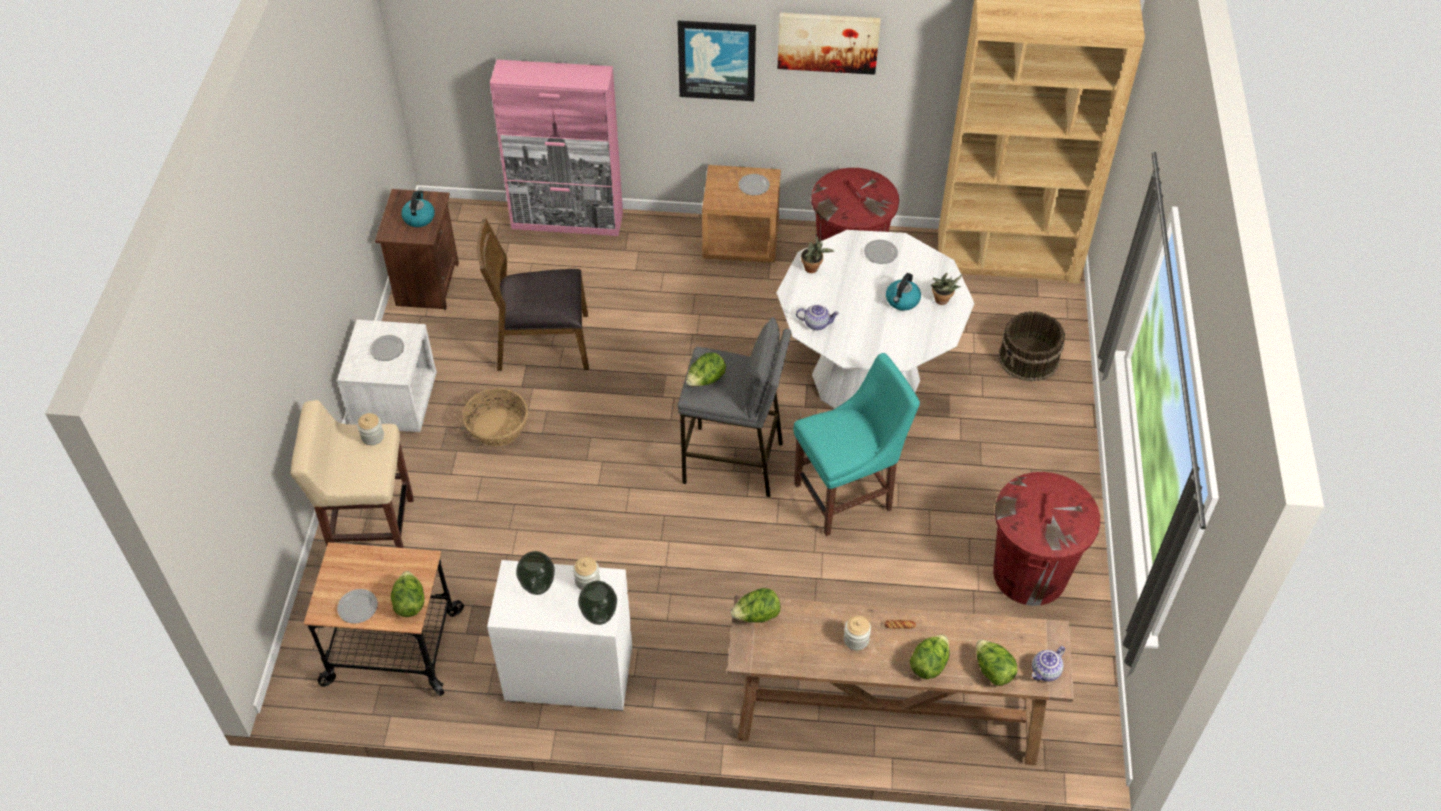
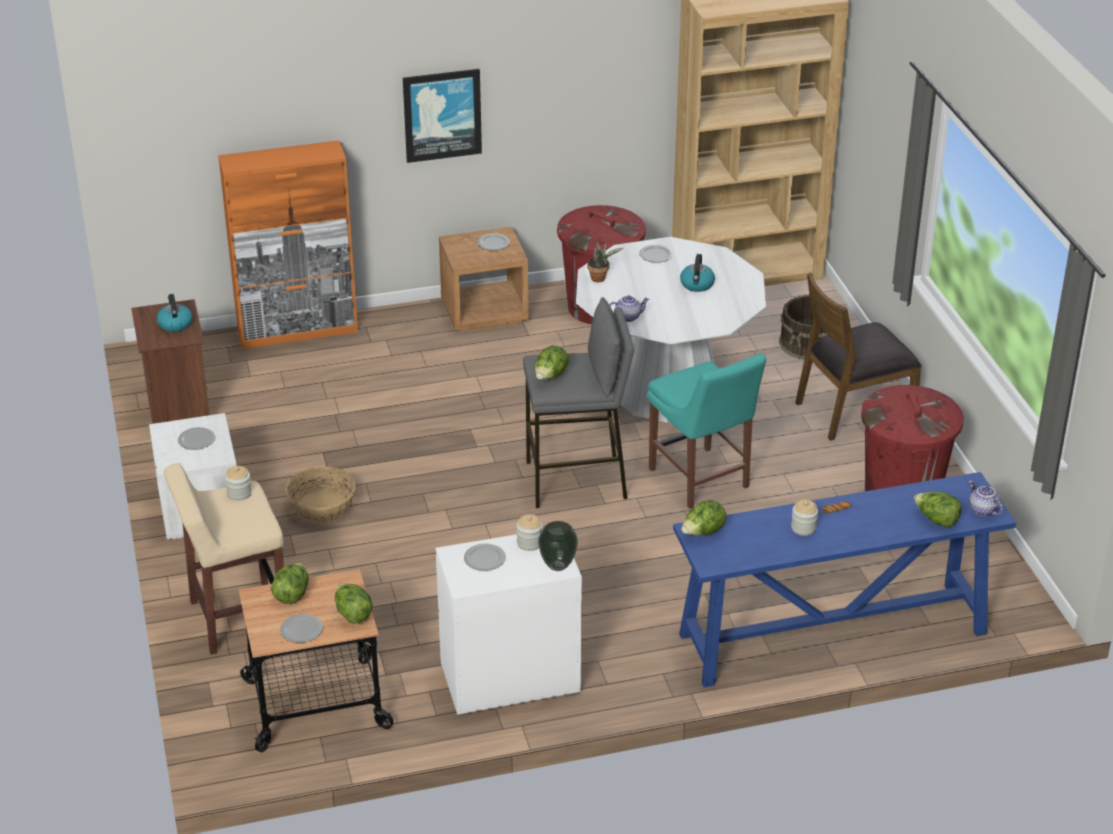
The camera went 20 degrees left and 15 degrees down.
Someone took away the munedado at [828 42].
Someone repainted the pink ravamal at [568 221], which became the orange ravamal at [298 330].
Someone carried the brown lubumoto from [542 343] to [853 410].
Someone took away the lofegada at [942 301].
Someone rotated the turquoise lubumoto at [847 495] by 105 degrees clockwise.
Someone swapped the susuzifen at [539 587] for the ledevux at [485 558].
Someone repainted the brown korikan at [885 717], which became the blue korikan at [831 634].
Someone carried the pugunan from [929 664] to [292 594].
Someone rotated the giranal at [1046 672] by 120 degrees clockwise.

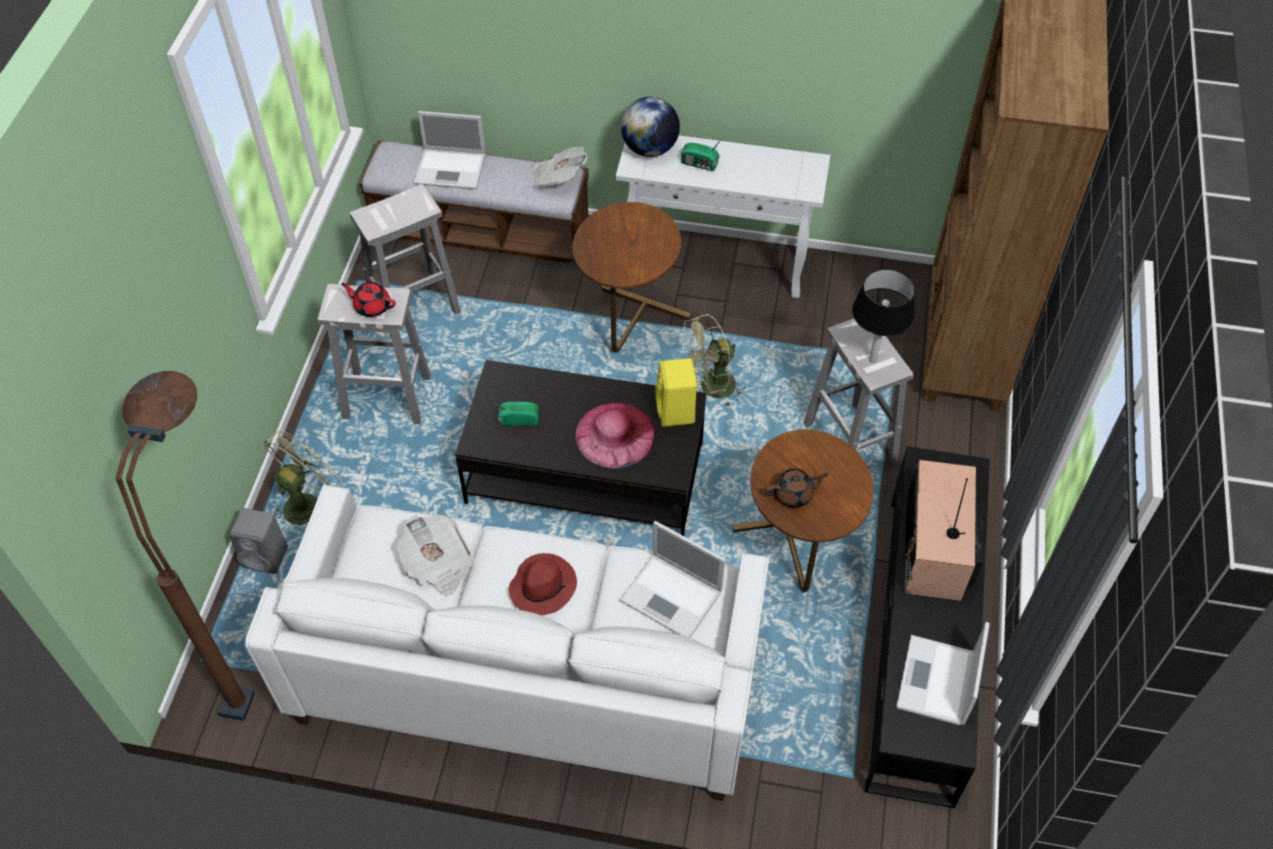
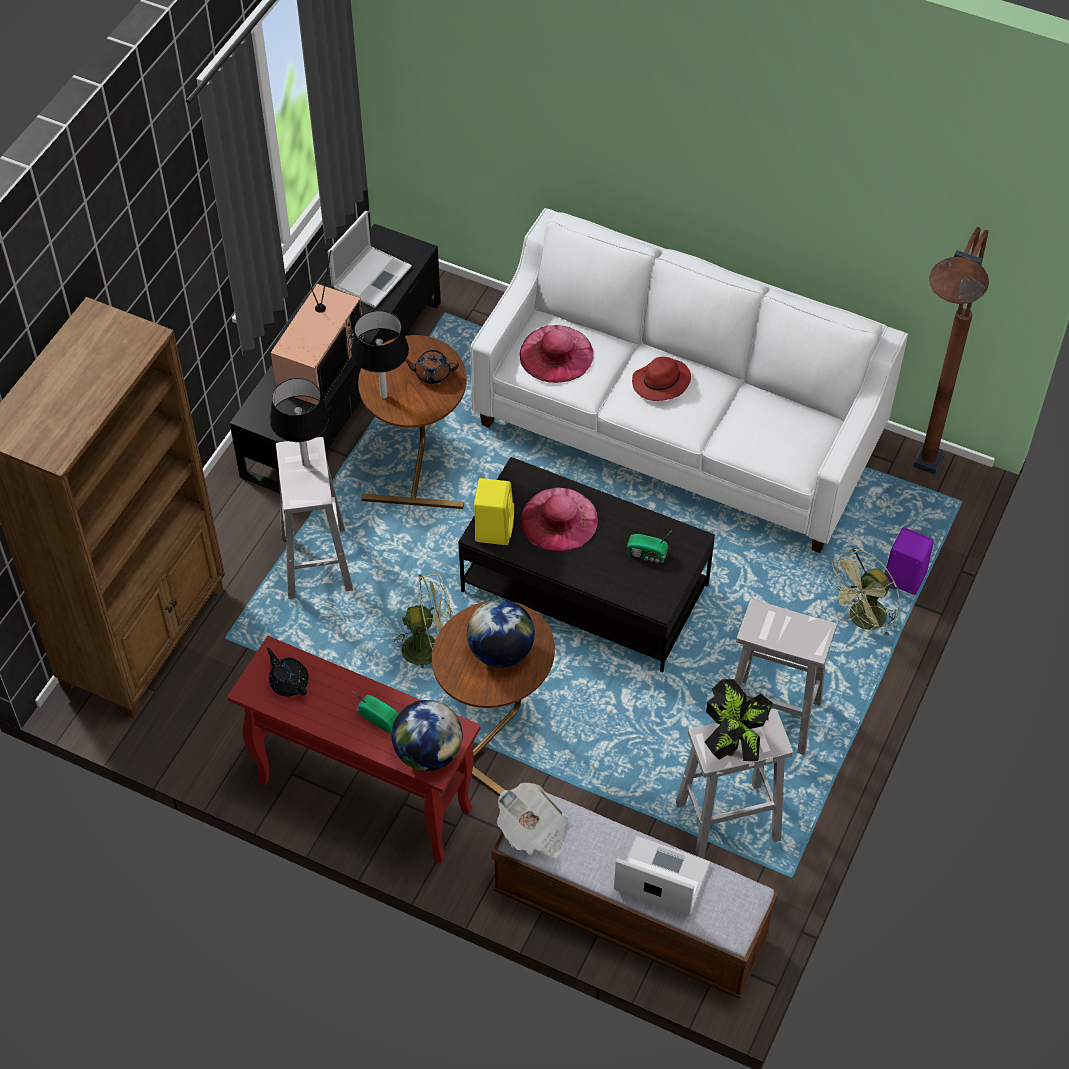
The camera went 165 degrees left and 0 degrees up.
Someone repainted the white korikan at [718 266], which became the red korikan at [362 796].
Someone took away the red giranal at [371 306].
Someone repainted the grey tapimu at [267 557], which became the purple tapimu at [902 577].
Someone took away the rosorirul at [438 564].
Someone swapped the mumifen at [673 596] for the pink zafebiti at [556 354].
Someone put down the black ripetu at [384 396].
Someone put down the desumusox at [501 651].
Someone put down the black giranal at [289 682].
Someone put down the lofegada at [735 743].

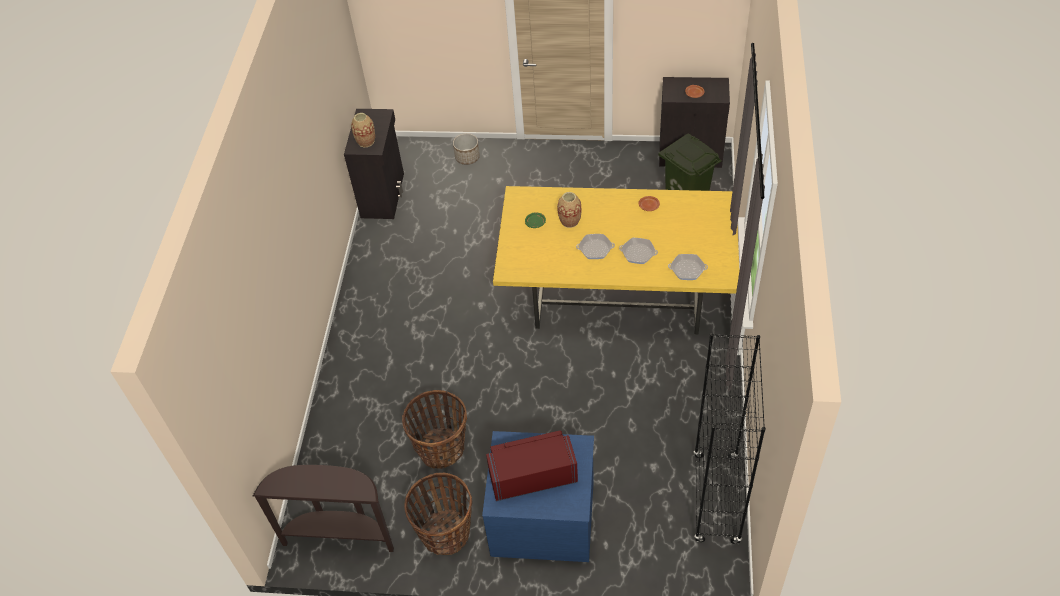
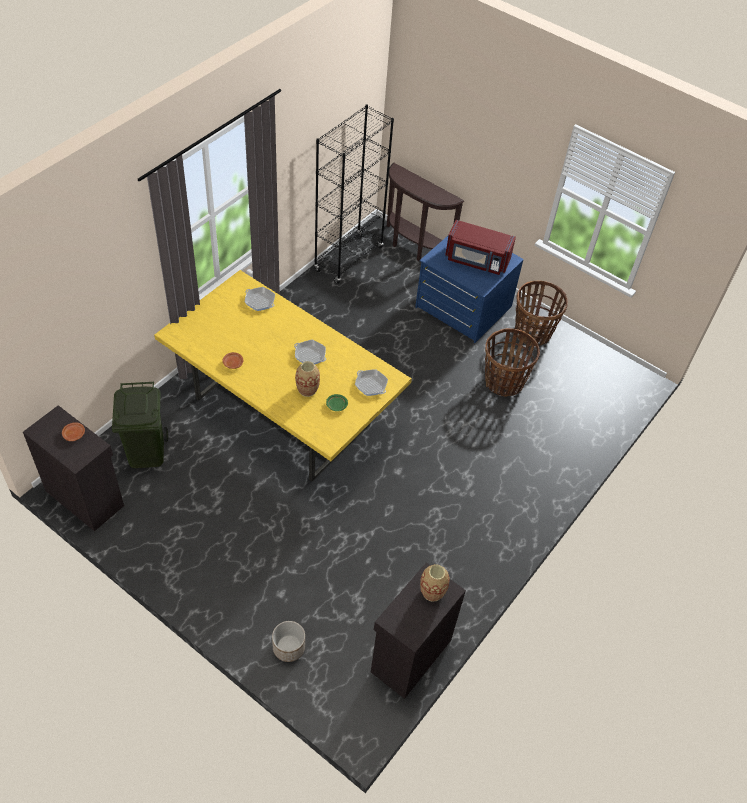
The camera went 155 degrees left and 0 degrees up.
Someone carried the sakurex from [638 253] to [371 385].
Someone carried the brown korikan from [340 535] to [413 247].

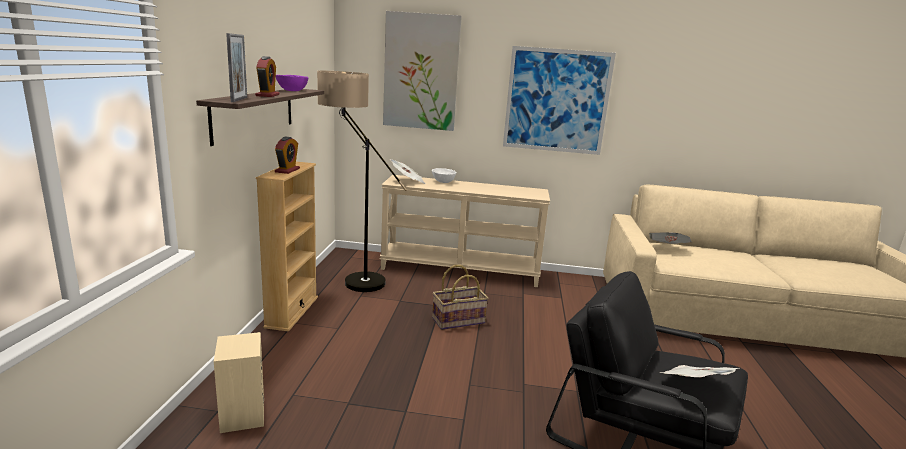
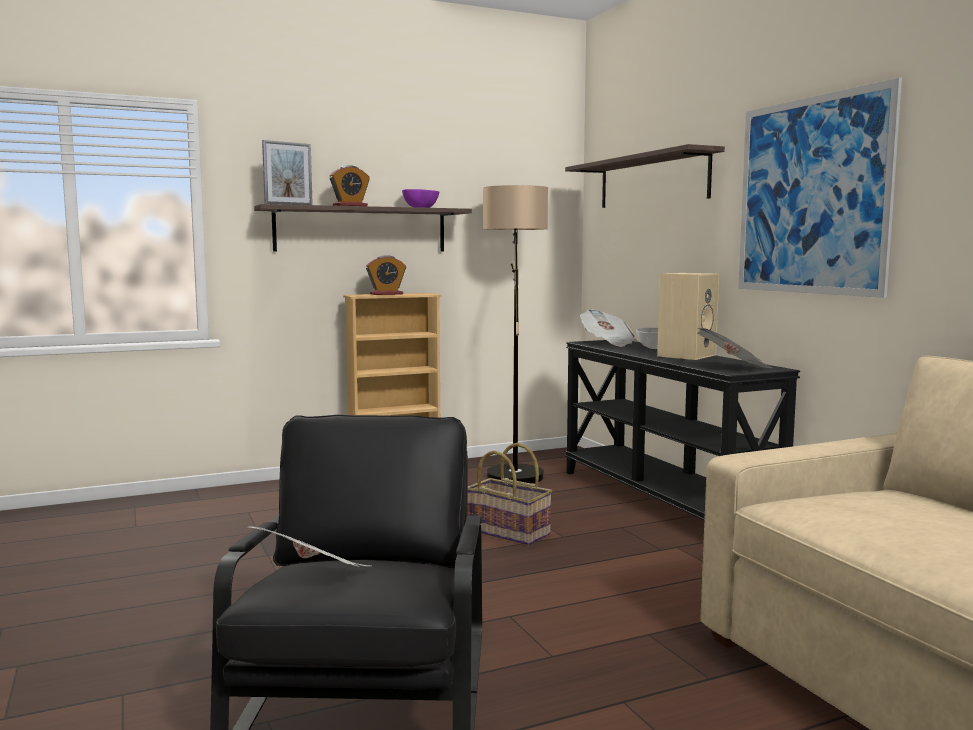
The camera went 60 degrees right and 10 degrees down.
Someone swapped the munedado at [421 72] for the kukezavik at [652 181].
Someone repainted the beige korikan at [460 269], which became the black korikan at [665 501].
Someone carried the rosorirul from [667 249] to [733 368].
Someone carried the beige tapimu from [241 414] to [686 355].

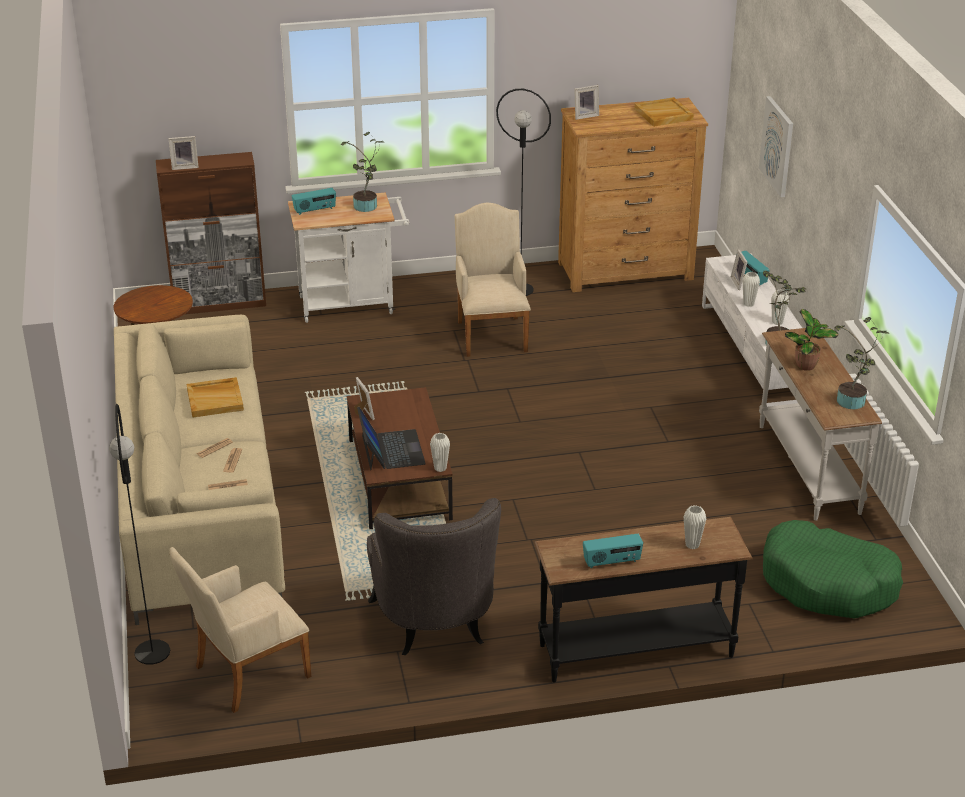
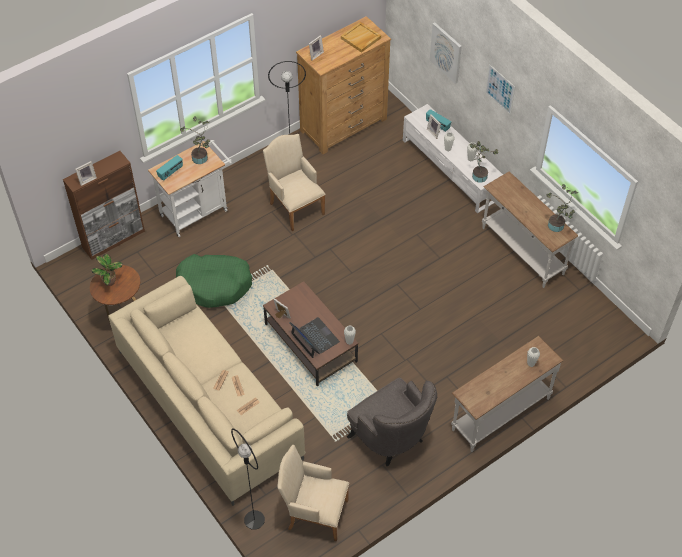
The camera went 25 degrees left and 20 degrees up.
Someone carried the lofegada from [807 366] to [110 281].
Someone took away the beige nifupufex at [215 399].
Someone repainted the black korikan at [635 649], which became the white korikan at [500 413].
Someone carried the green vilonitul from [828 583] to [214 285].
Someone took away the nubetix at [612 562].
Someone rotated the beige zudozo at [246 674] by 75 degrees clockwise.
Someone put up the munedado at [500 89].

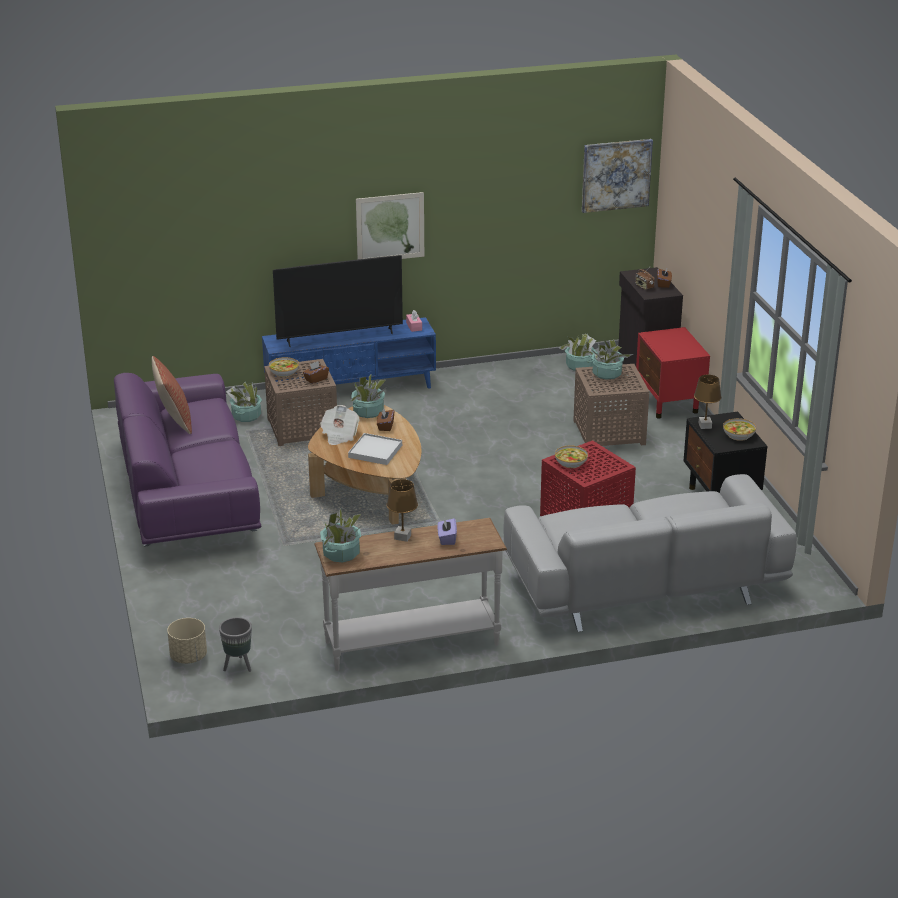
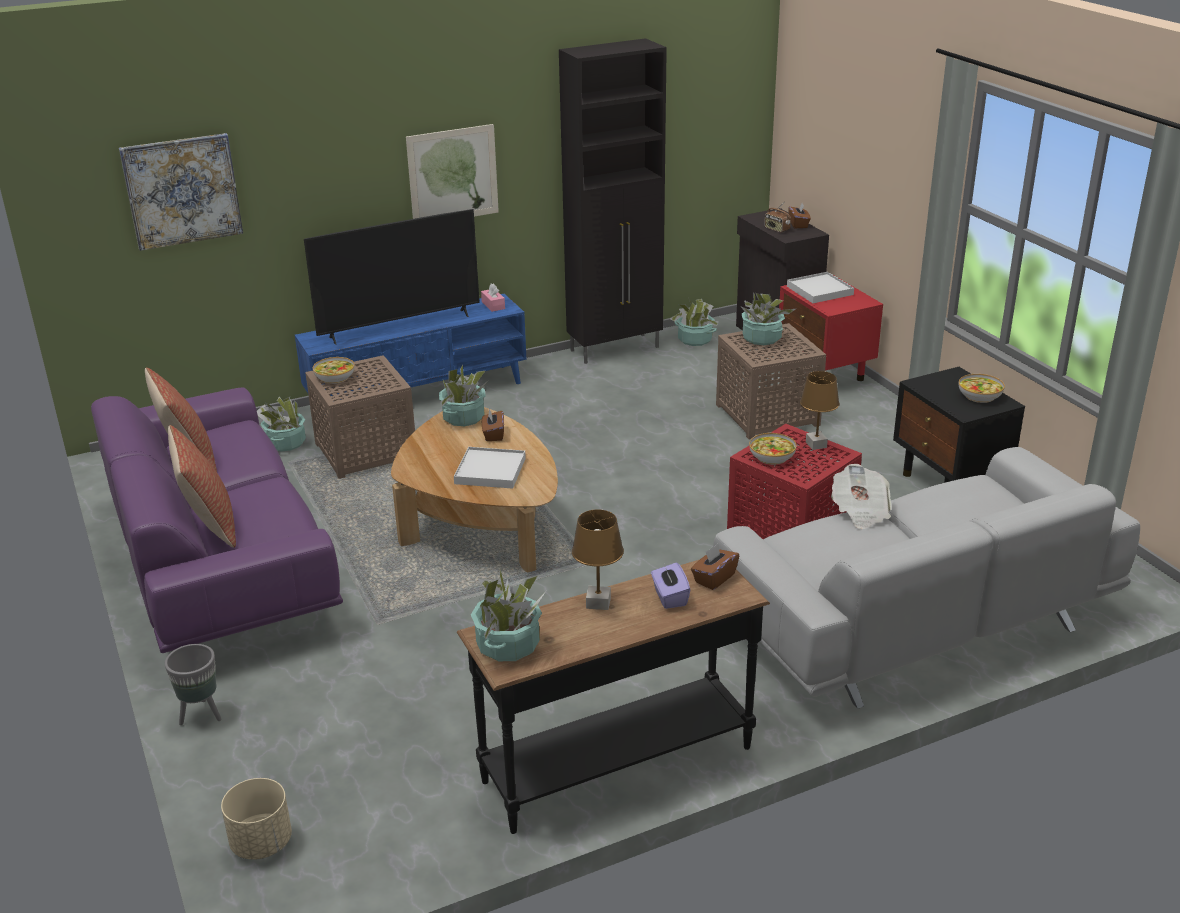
The camera went 10 degrees left and 0 degrees up.
Someone carried the munedado from [616 175] to [182 191].
Someone carried the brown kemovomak from [316 379] to [714 578].
Someone carried the brown ripetu from [704 425] to [815 444].
Someone carried the rosorirul from [339 435] to [860 511].
Someone repainted the white korikan at [411 642], which became the black korikan at [616 762].
Someone carried the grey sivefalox from [238 666] to [201 715].
Someone put down the black ravamal at [616 349].
Someone put down the white nifupufex at [820 290].
Someone put down the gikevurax at [210 525].

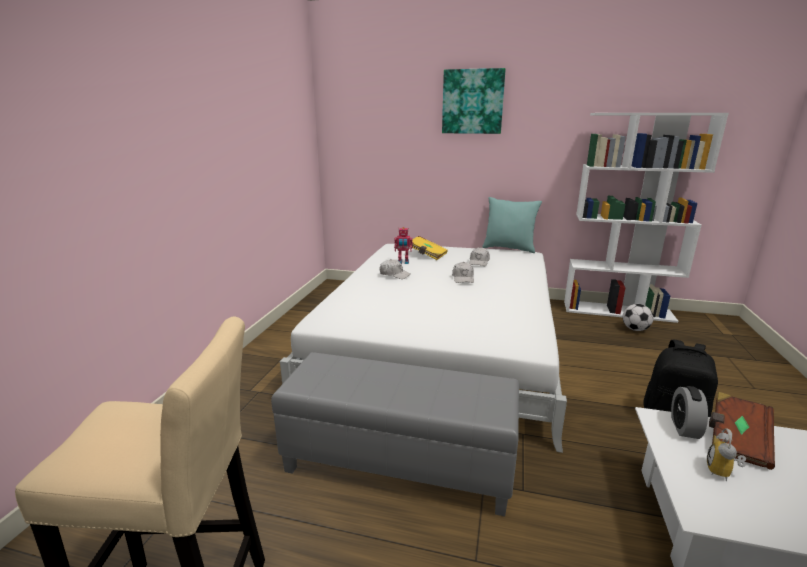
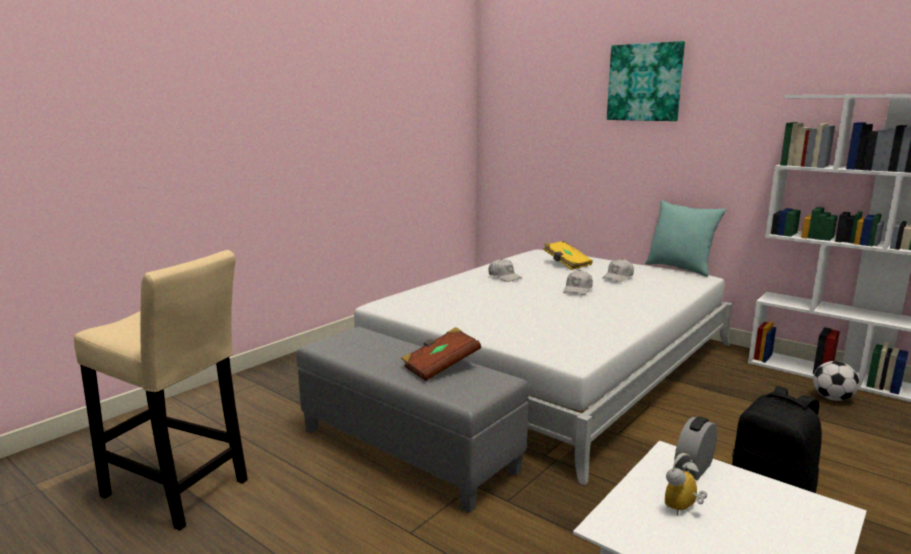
The camera went 25 degrees right and 5 degrees down.
Someone took away the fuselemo at [403 262].
Someone carried the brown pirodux from [736 441] to [440 367].

